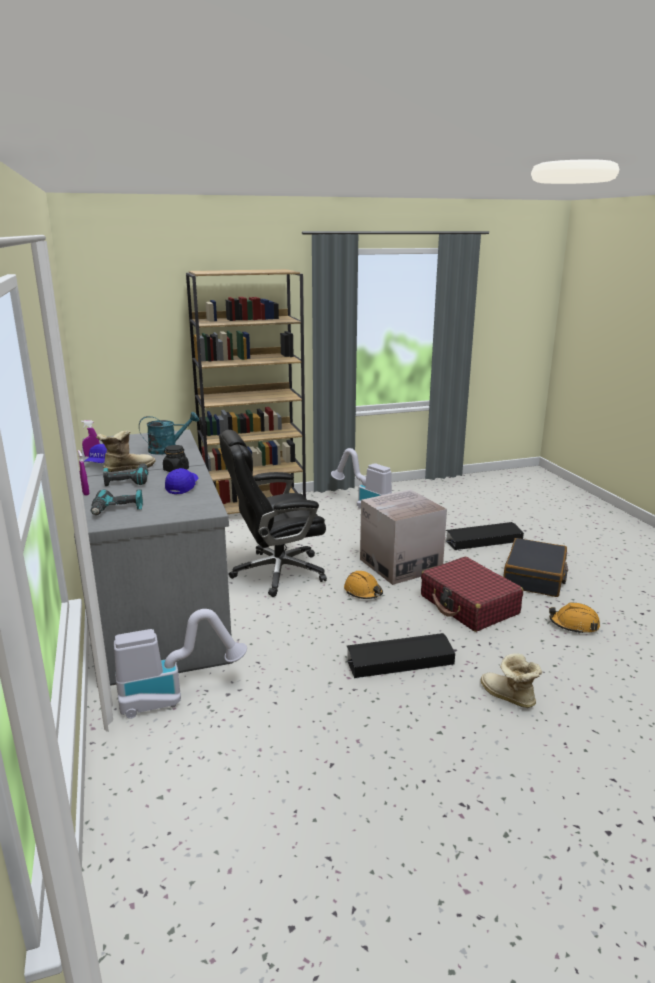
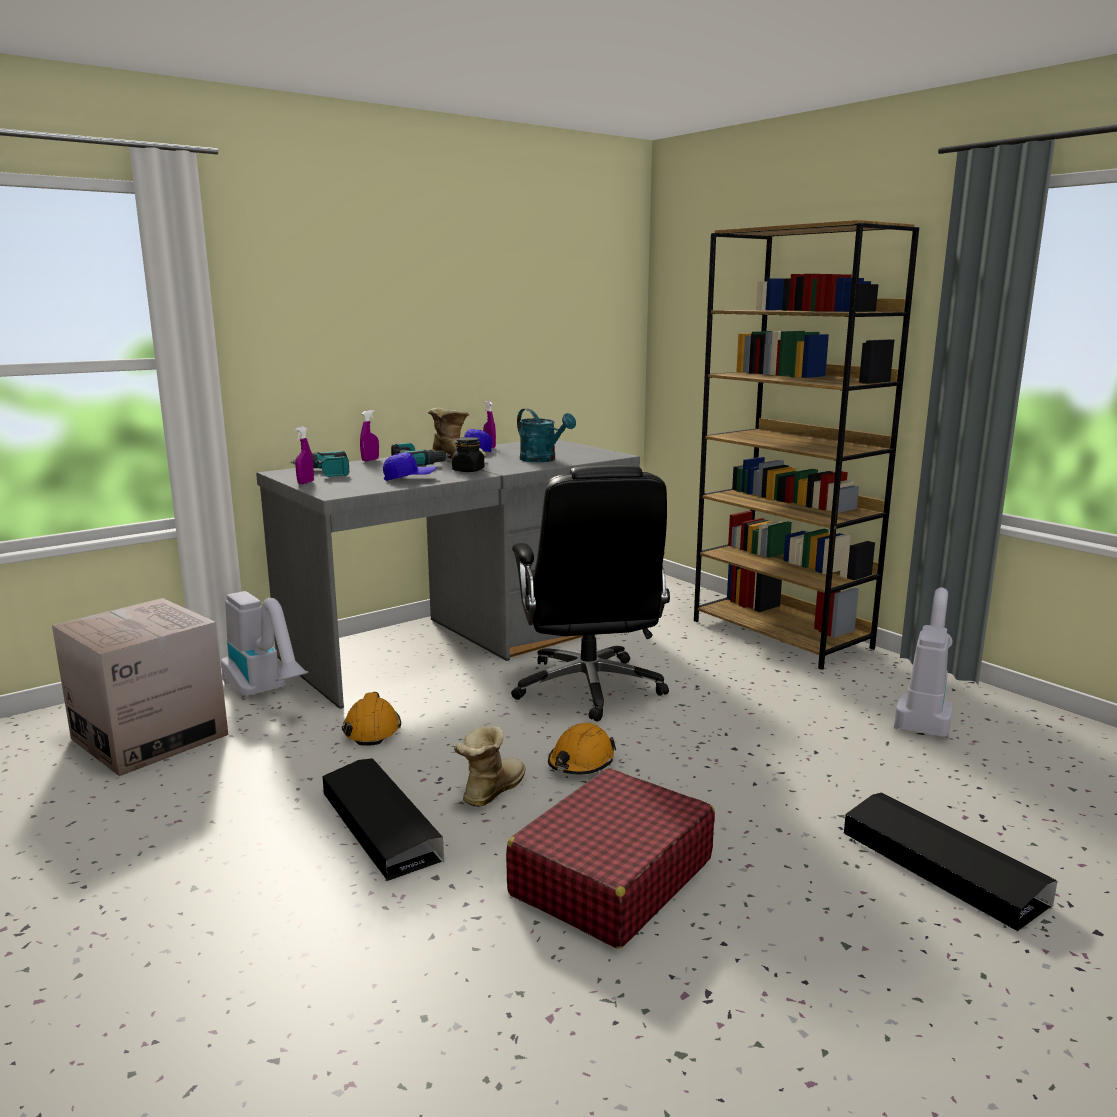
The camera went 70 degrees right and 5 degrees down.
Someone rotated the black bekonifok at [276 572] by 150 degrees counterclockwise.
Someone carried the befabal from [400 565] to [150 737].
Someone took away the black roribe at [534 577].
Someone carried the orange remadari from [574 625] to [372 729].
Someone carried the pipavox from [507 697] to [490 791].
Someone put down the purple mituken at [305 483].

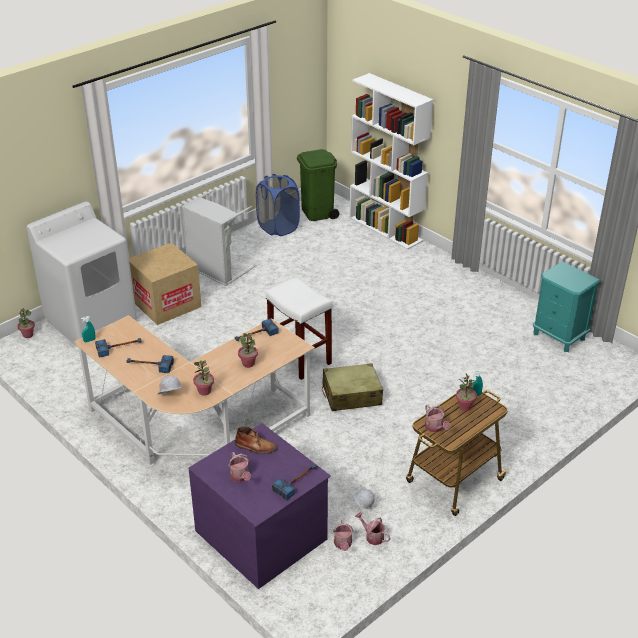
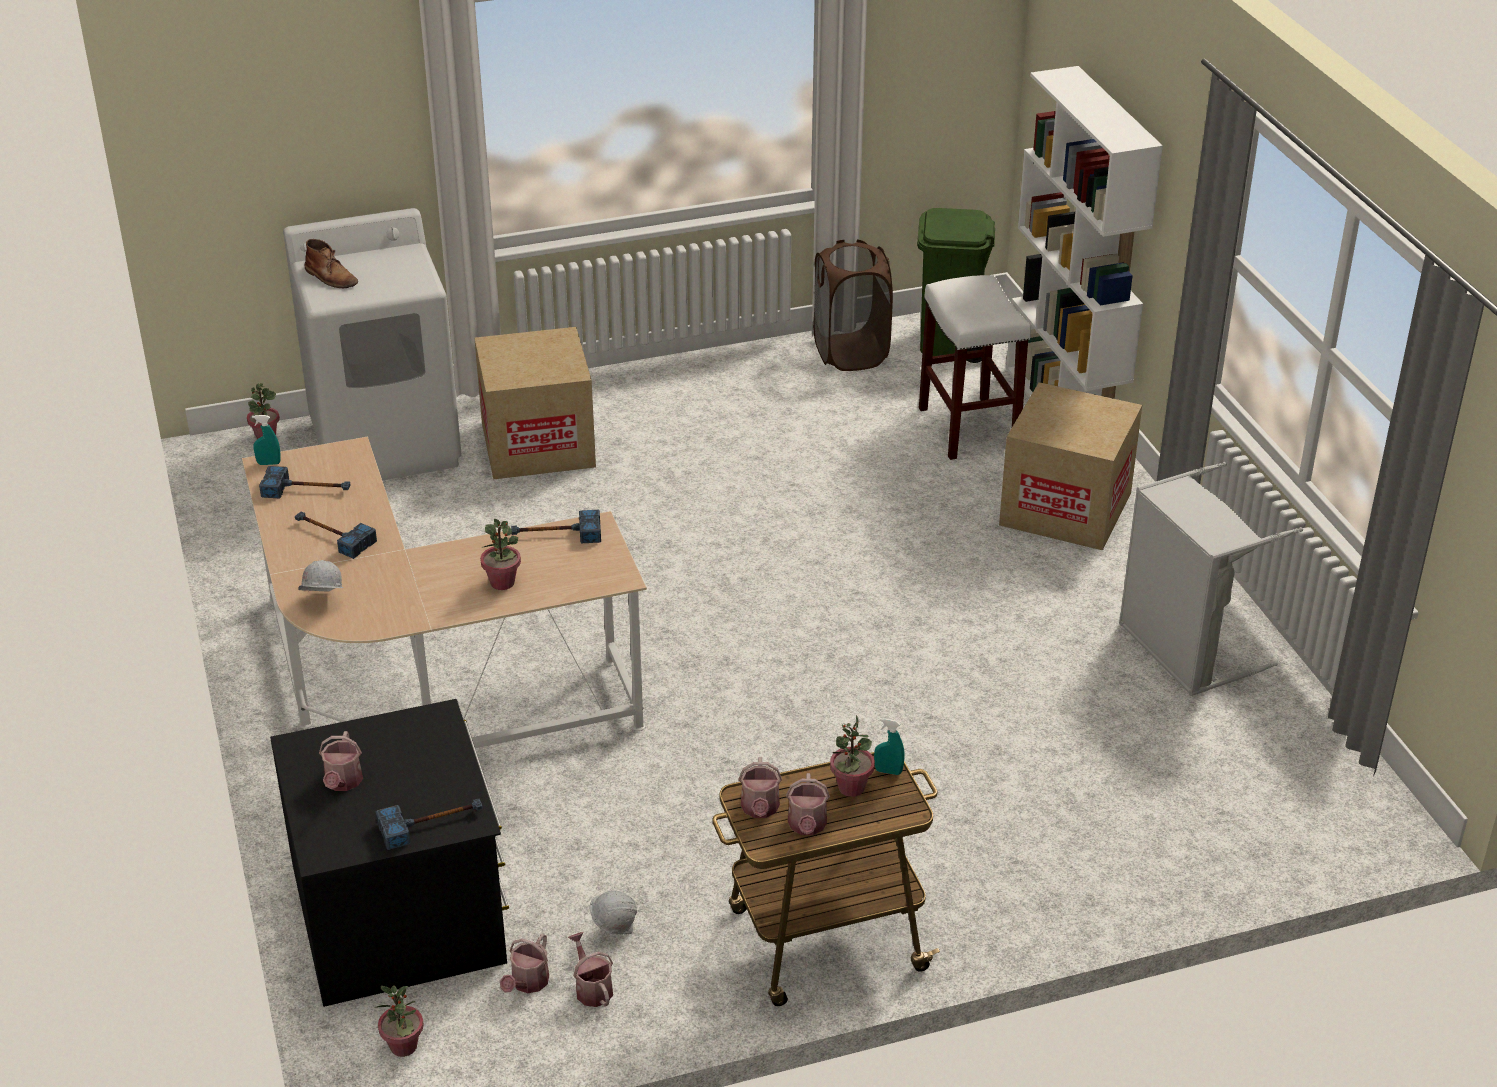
The camera went 25 degrees right and 0 degrees up.
Someone repainted the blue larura at [278 227], which became the brown larura at [850 352].
Someone carried the grey larura from [216 270] to [1183 650].
Someone took away the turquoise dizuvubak at [559 336].
Someone carried the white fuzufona from [300 359] to [969 429].
Someone carried the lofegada from [204 391] to [403 1046].
Someone took away the beige roribe at [351 395].
Someone repainted the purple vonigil at [262 534], which became the black vonigil at [401 913].
Someone carried the brown pipavox from [256 447] to [331 277].
Someone put down the befabal at [1065 508].
Someone put down the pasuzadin at [807 826].

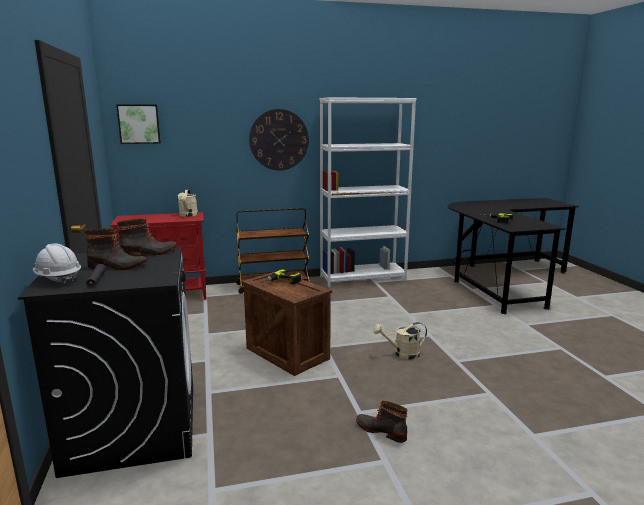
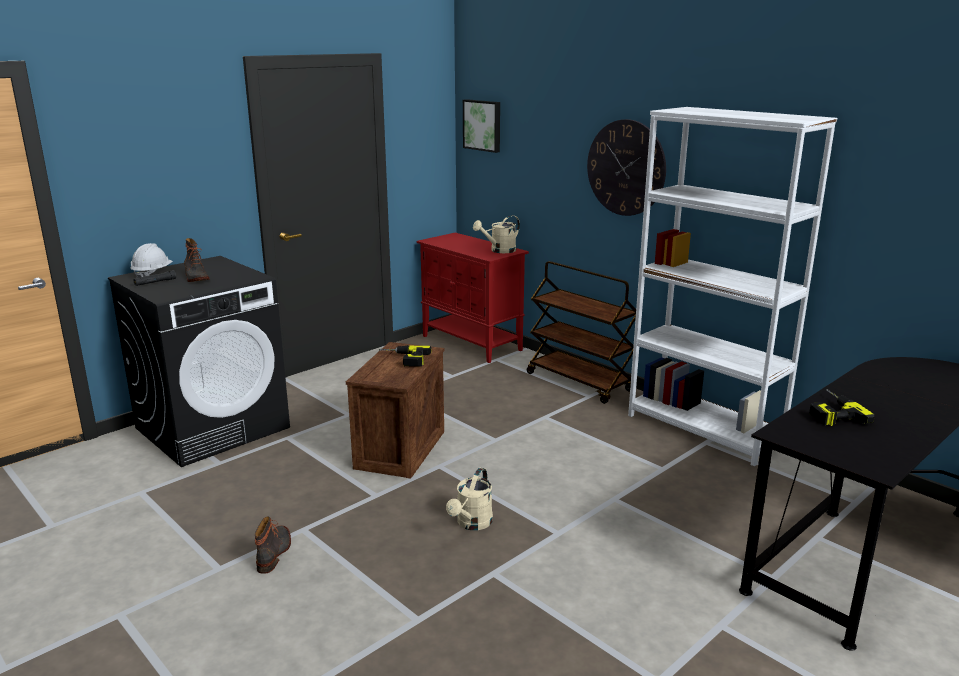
The camera went 60 degrees right and 5 degrees up.
Someone took away the pipavox at [149 253].
Someone rotated the beige pasuzadin at [402 354] by 120 degrees counterclockwise.

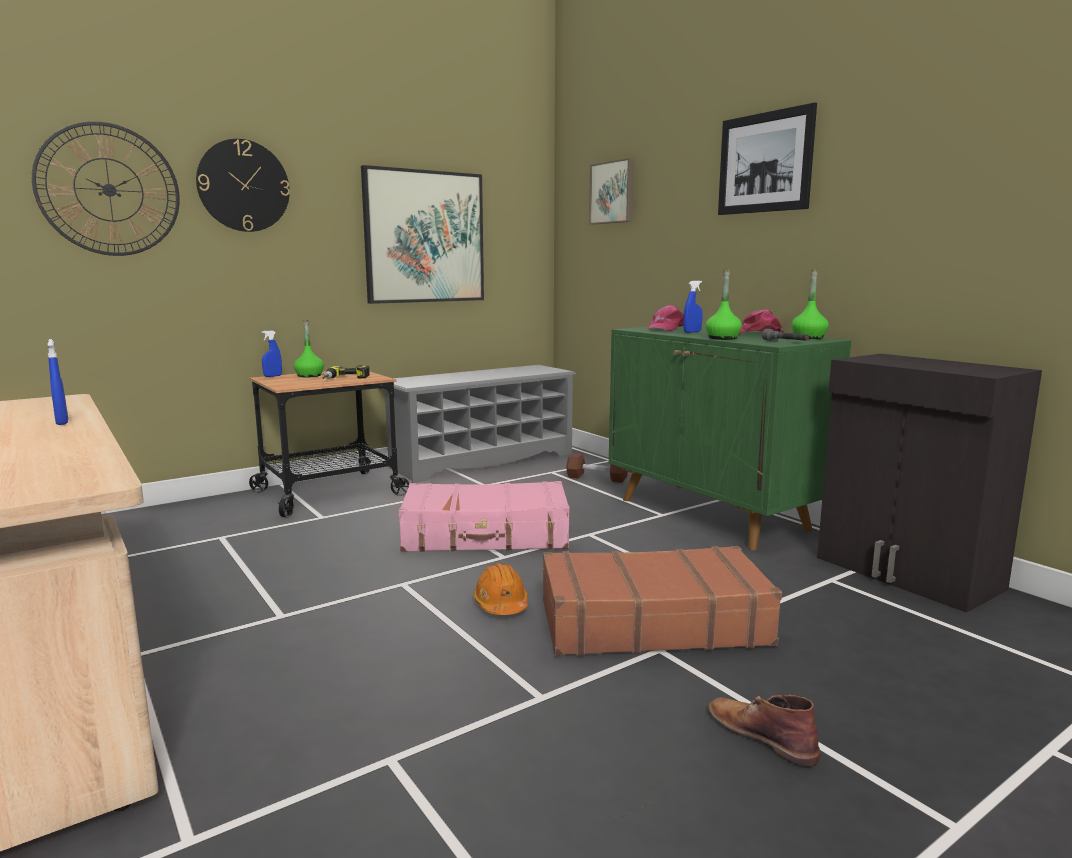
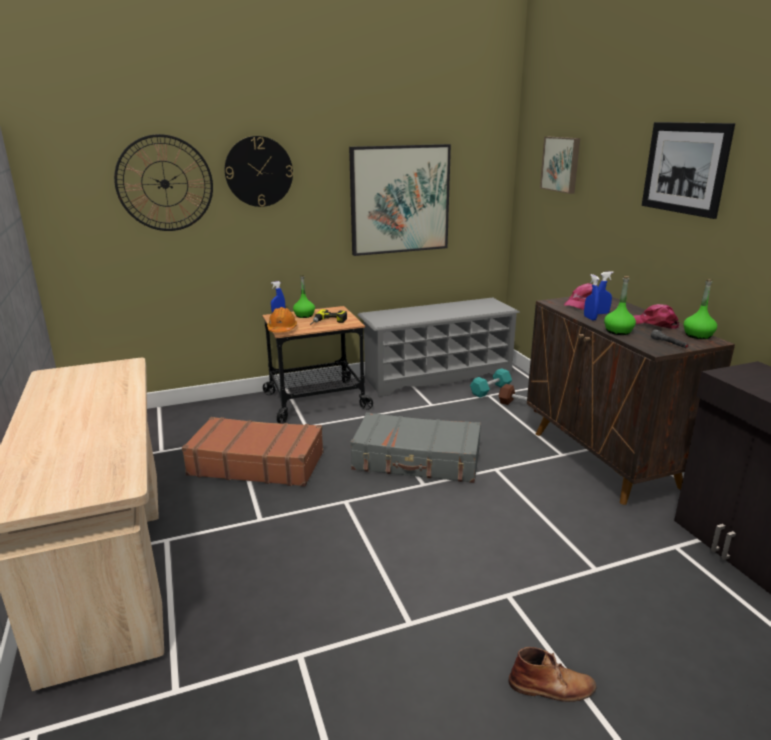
The camera went 15 degrees right and 10 degrees up.
Someone repainted the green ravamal at [713 514], which became the brown ravamal at [605 459].
Someone carried the blue mituken from [62 422] to [590 318].
Someone repainted the pink roribe at [486 535], which became the grey roribe at [417 460].
Someone carried the brown roribe from [651 622] to [257 463].
Someone carried the orange remadari from [501 604] to [282 329].
Someone rotated the brown pipavox at [760 734] by 120 degrees clockwise.
Someone put down the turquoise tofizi at [490 390].

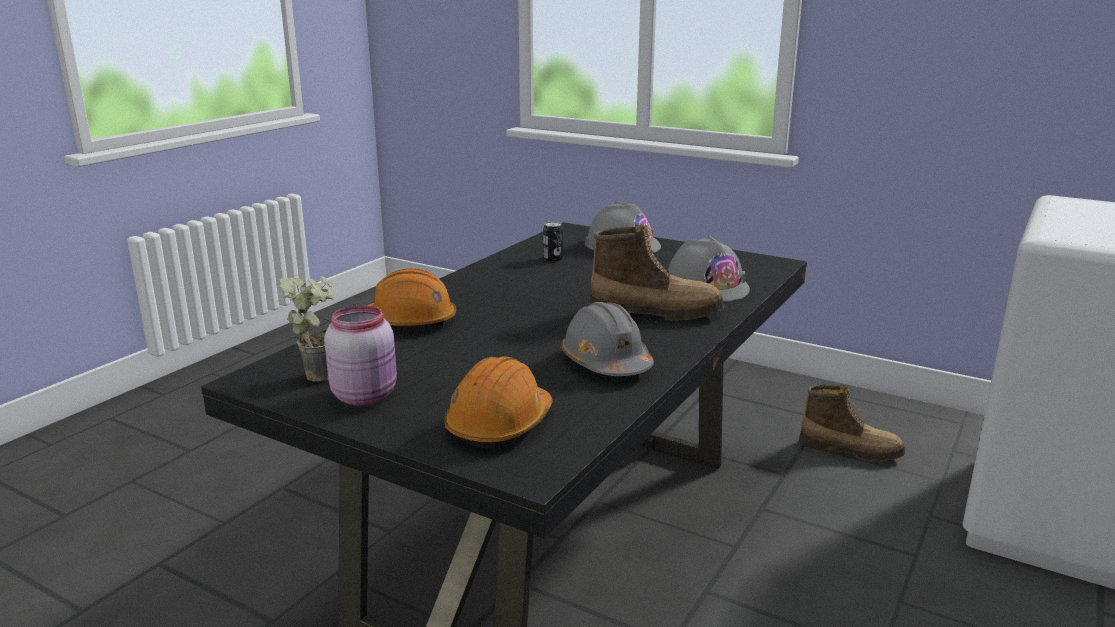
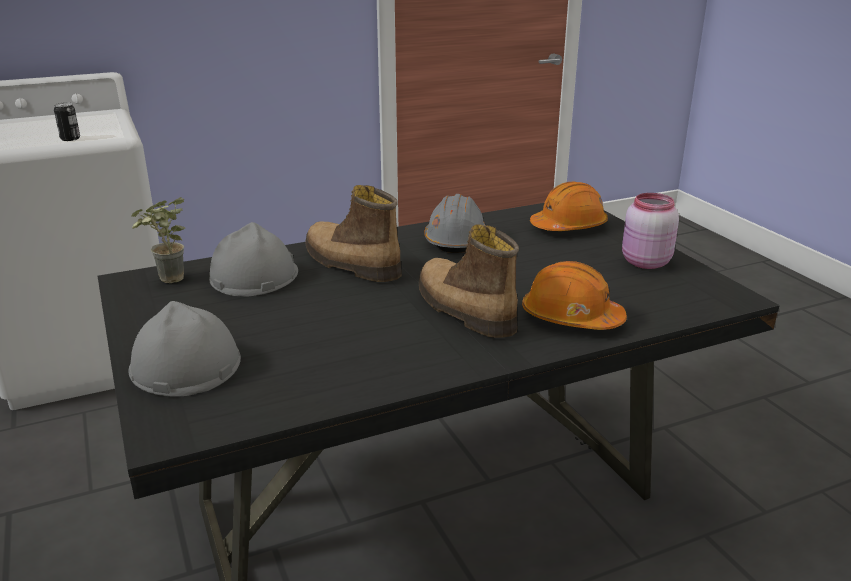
The camera went 145 degrees left and 5 degrees up.
Someone carried the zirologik from [553 258] to [70 139].
Someone carried the lofegada from [320 372] to [167 281].
Someone carried the pipavox from [850 450] to [463 310].

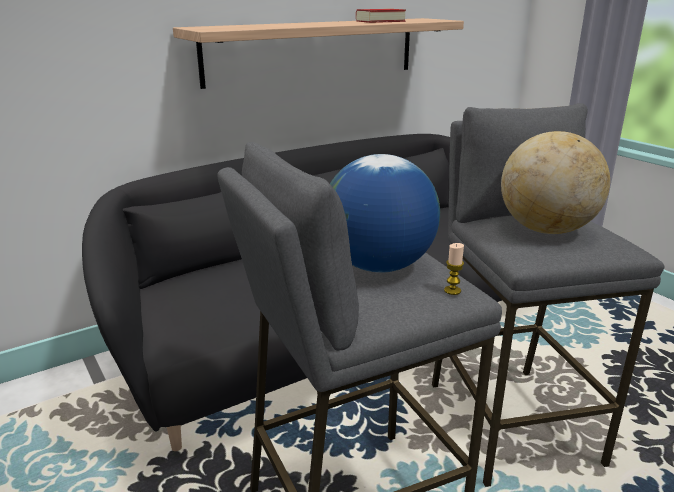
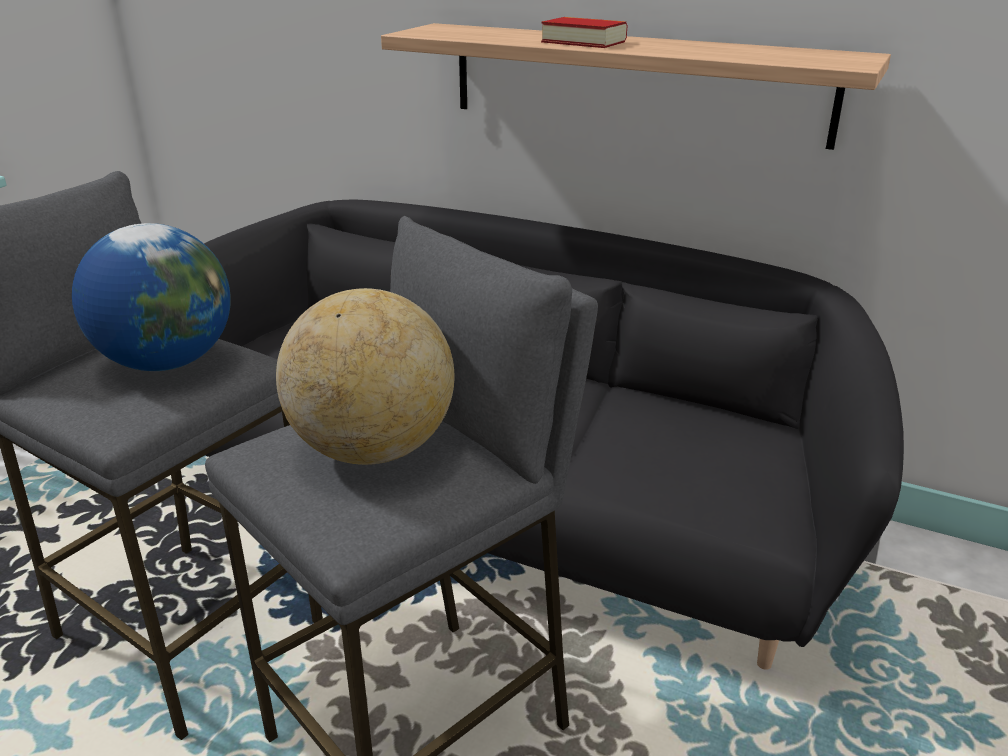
The camera went 60 degrees right and 5 degrees up.
Someone carried the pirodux from [380 21] to [583 42].
Someone took away the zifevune at [452 290].

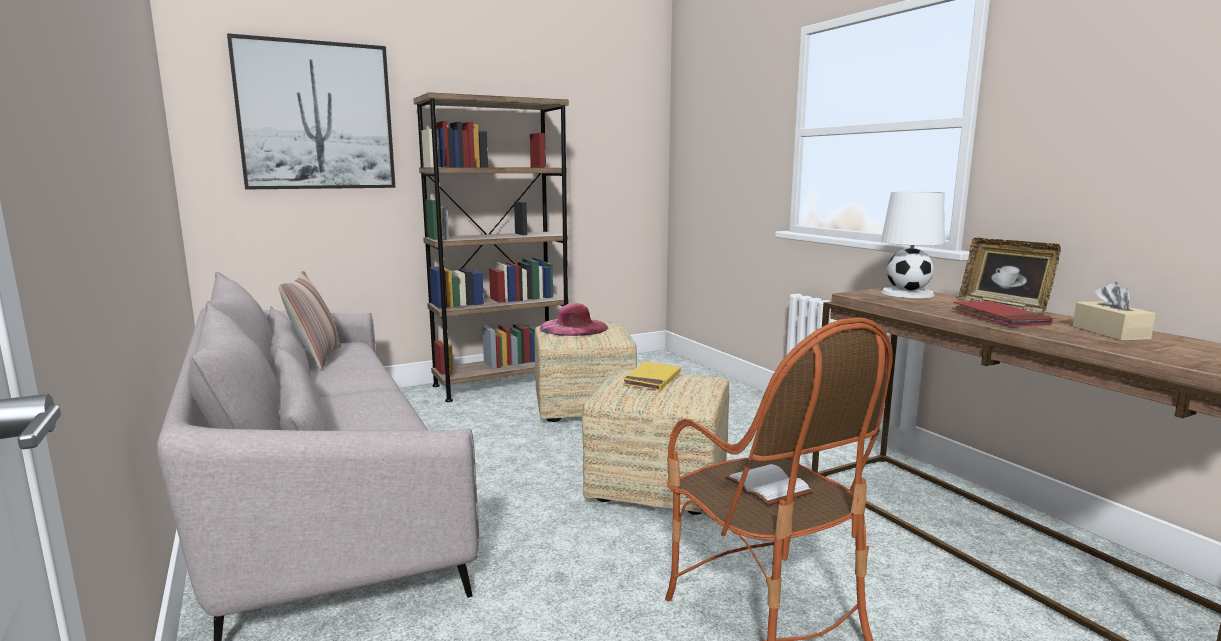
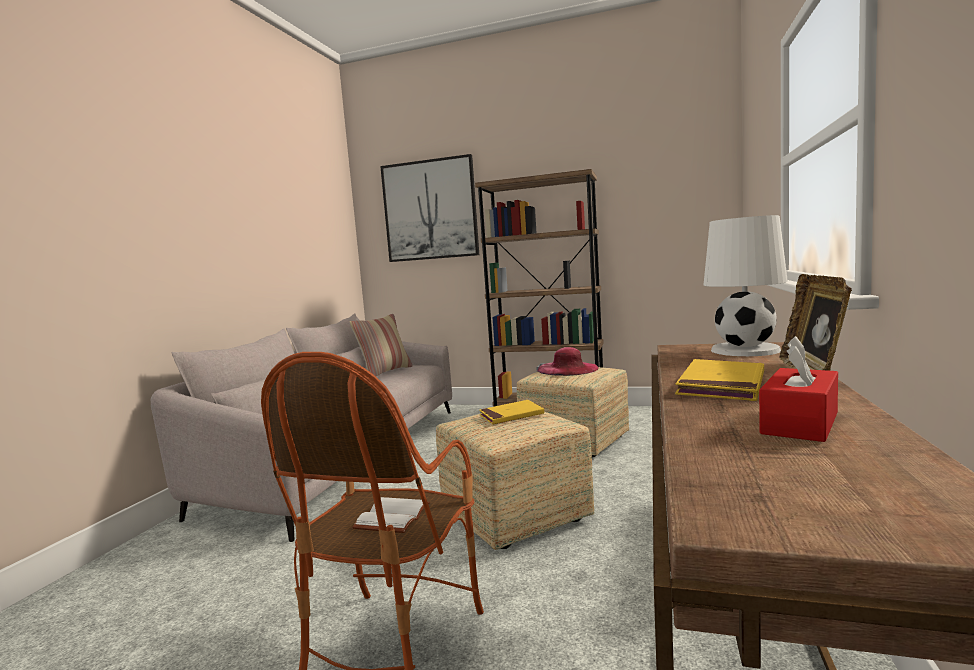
The camera went 45 degrees right and 5 degrees down.
Someone repainted the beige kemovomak at [1110 333], which became the red kemovomak at [800 423].
Someone repainted the red pirodux at [999 318], which became the yellow pirodux at [722 385].

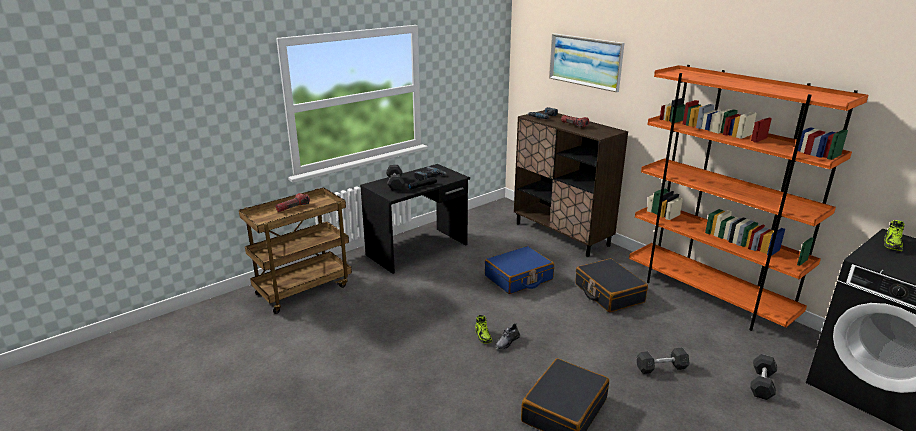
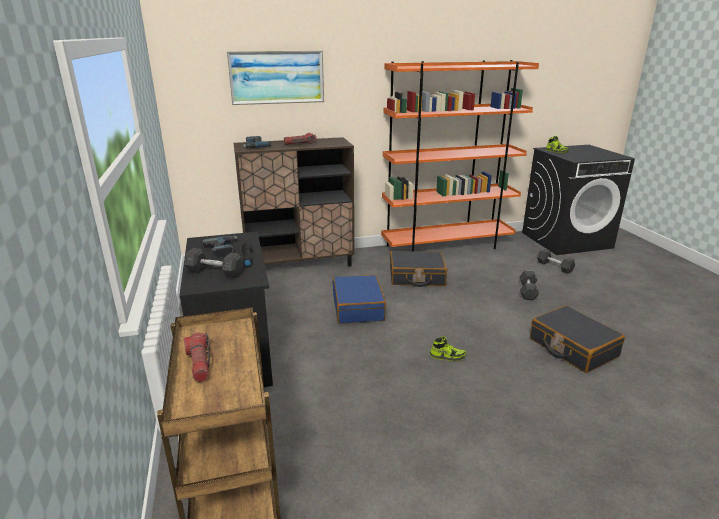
The camera went 65 degrees left and 0 degrees up.
Someone took away the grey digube at [507 342].

